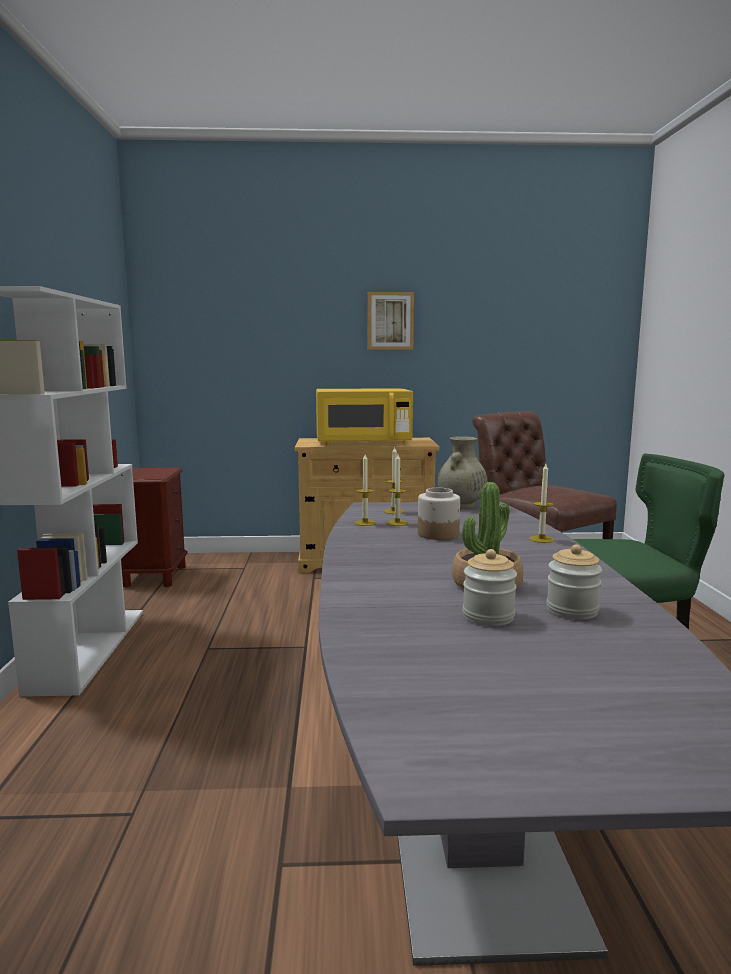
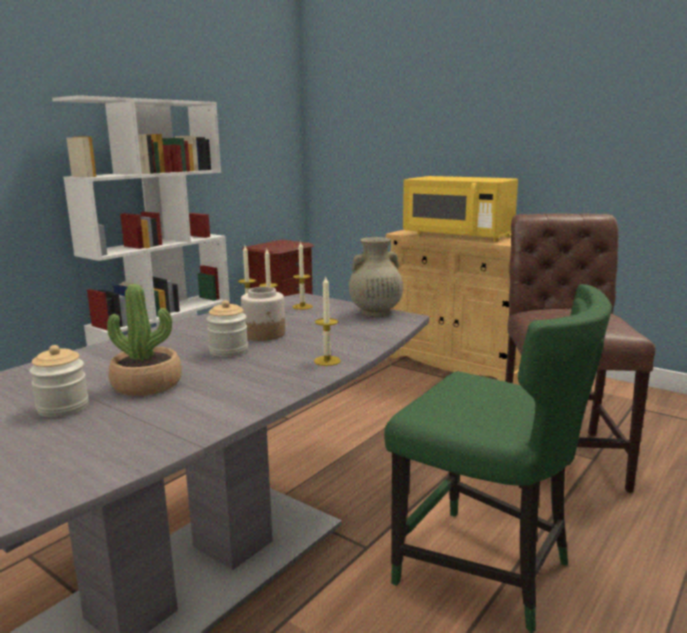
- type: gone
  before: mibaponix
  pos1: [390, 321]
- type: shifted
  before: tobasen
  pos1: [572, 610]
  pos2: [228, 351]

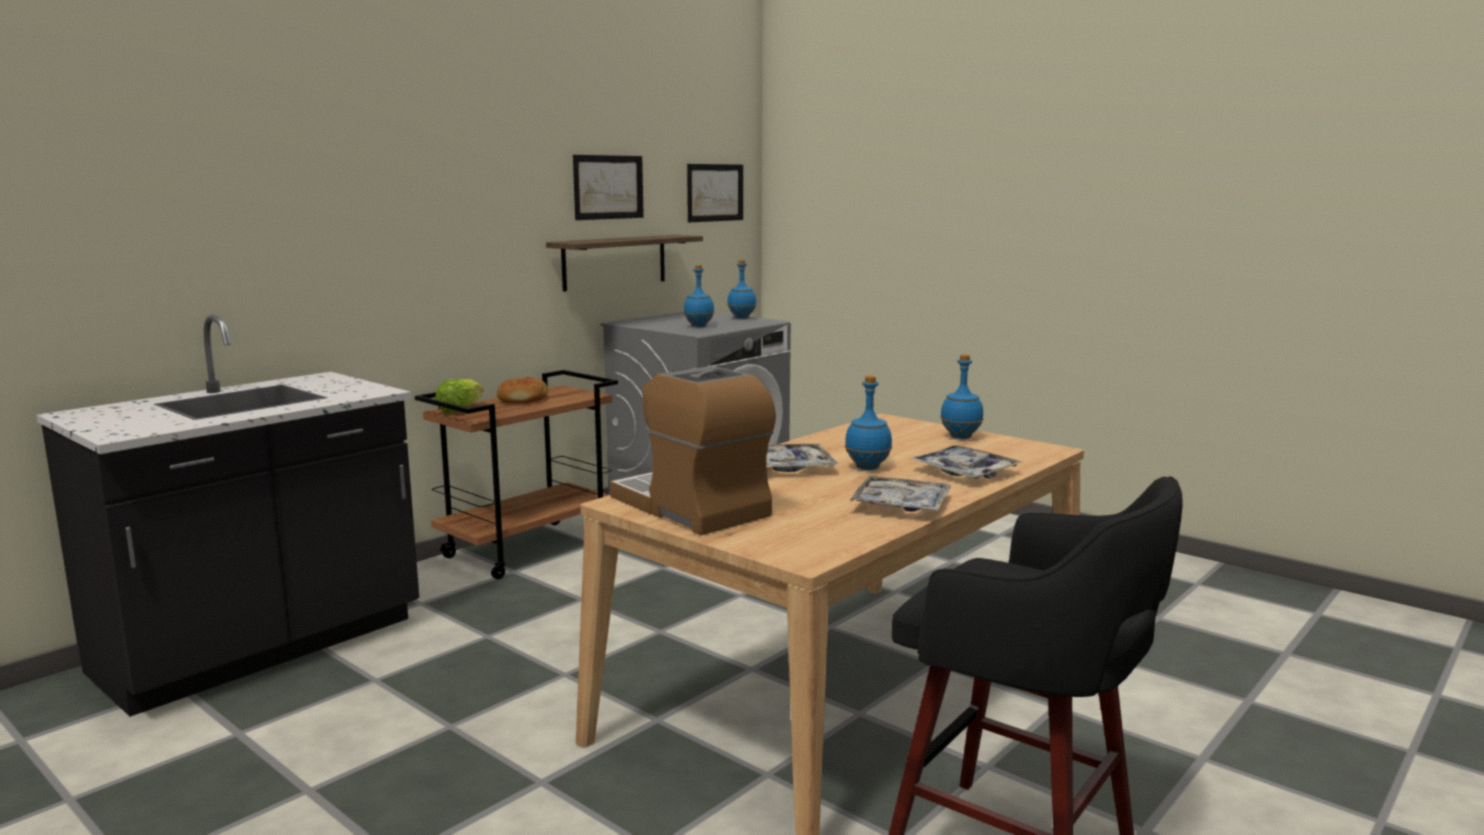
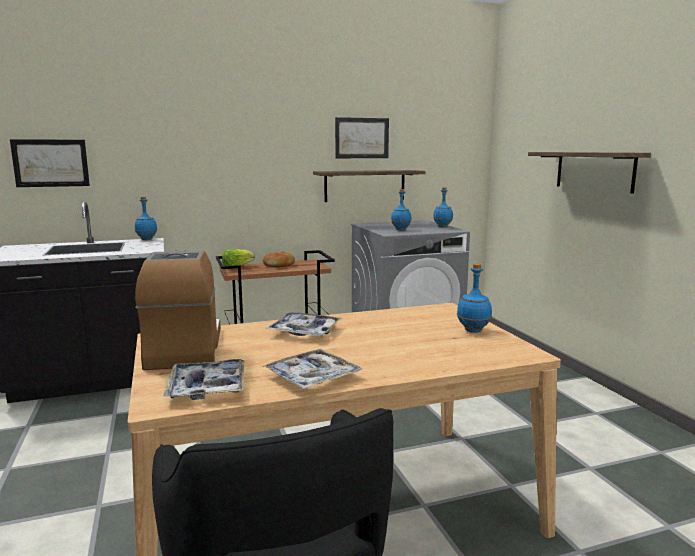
- type: shifted
  before: mibaponix
  pos1: [715, 192]
  pos2: [51, 163]
- type: shifted
  before: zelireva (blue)
  pos1: [868, 468]
  pos2: [146, 239]
- type: shifted
  before: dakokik
  pos1: [964, 472]
  pos2: [207, 387]
- type: new
  after: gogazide
  pos2: [594, 171]

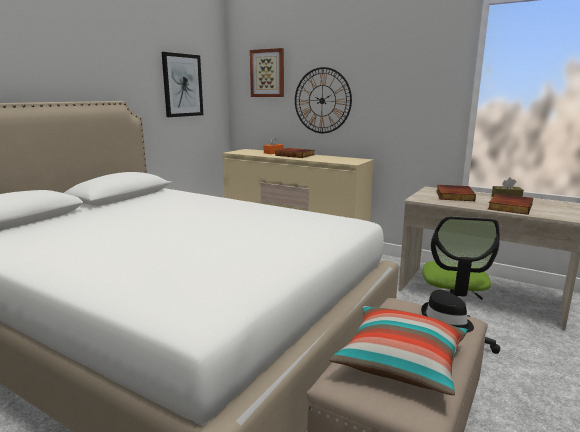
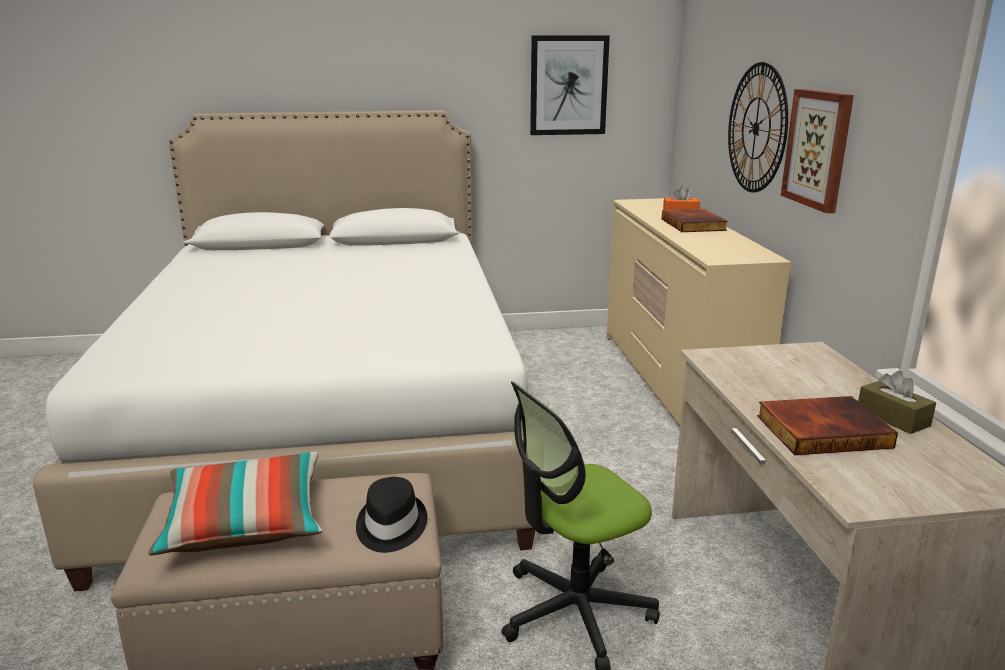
- type: shifted
  before: mibaponix
  pos1: [267, 73]
  pos2: [818, 149]
- type: gone
  before: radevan
  pos1: [453, 195]

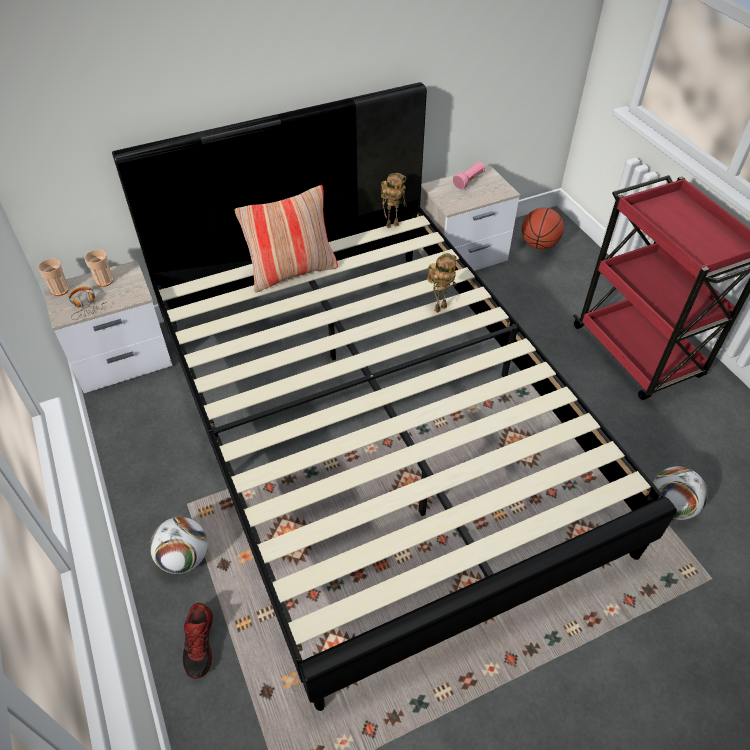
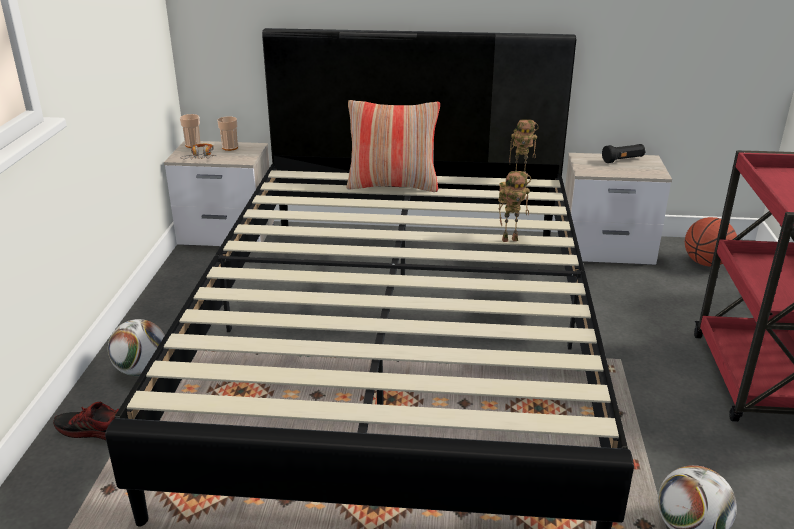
- type: rotated
  before: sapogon
  pos1: [200, 643]
  pos2: [93, 431]
  turn: 75
- type: repainted
  before: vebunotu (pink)
  after: vebunotu (black)
  pos1: [469, 181]
  pos2: [623, 160]

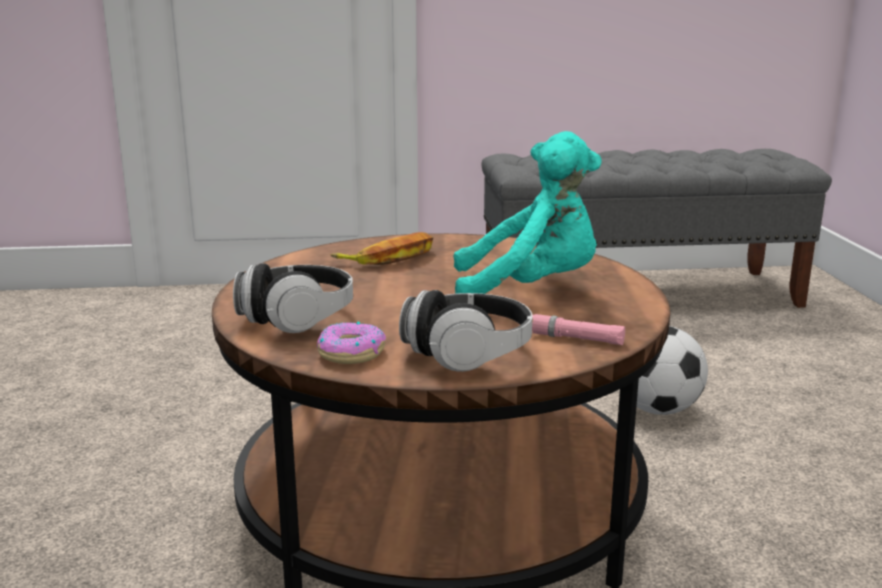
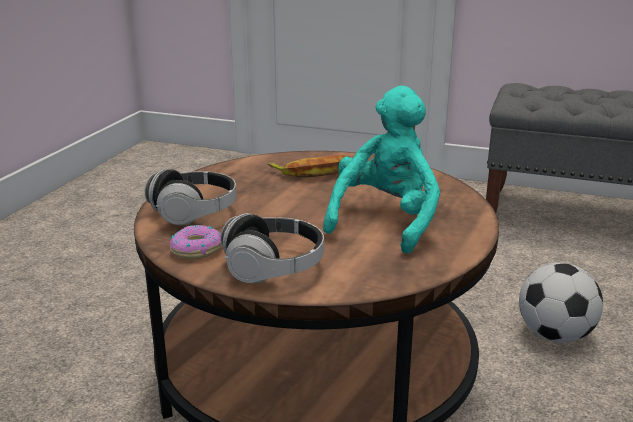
- type: rotated
  before: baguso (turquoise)
  pos1: [530, 290]
  pos2: [385, 221]
  turn: -90
- type: gone
  before: vebunotu (pink)
  pos1: [576, 338]

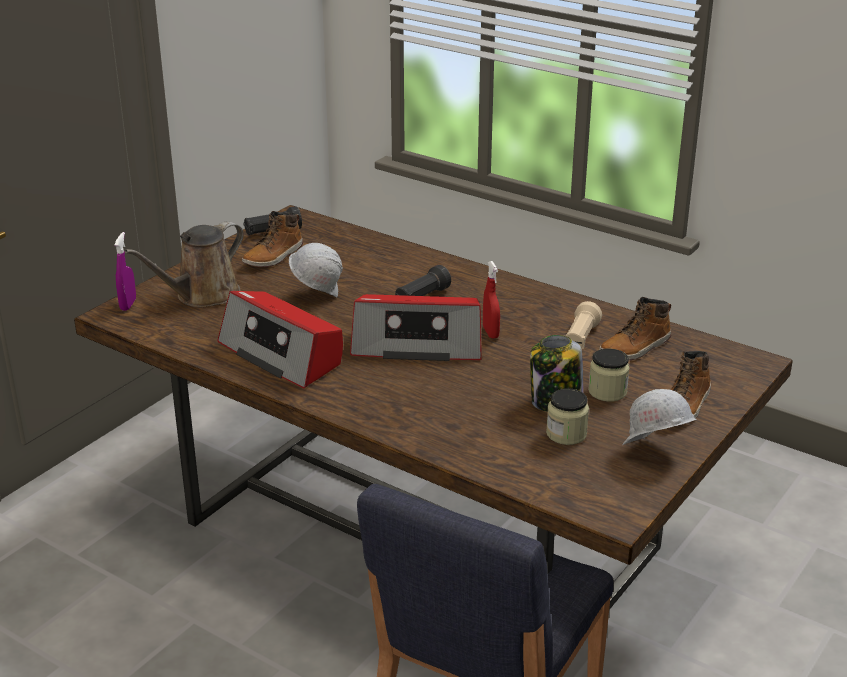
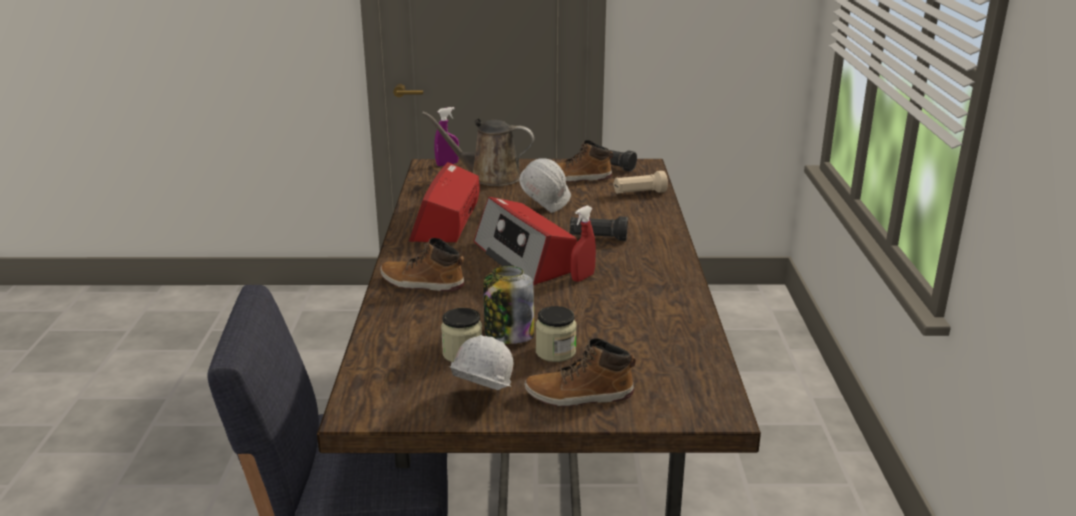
- type: shifted
  before: vebunotu (beige)
  pos1: [580, 339]
  pos2: [639, 193]
- type: shifted
  before: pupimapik
  pos1: [636, 348]
  pos2: [422, 283]

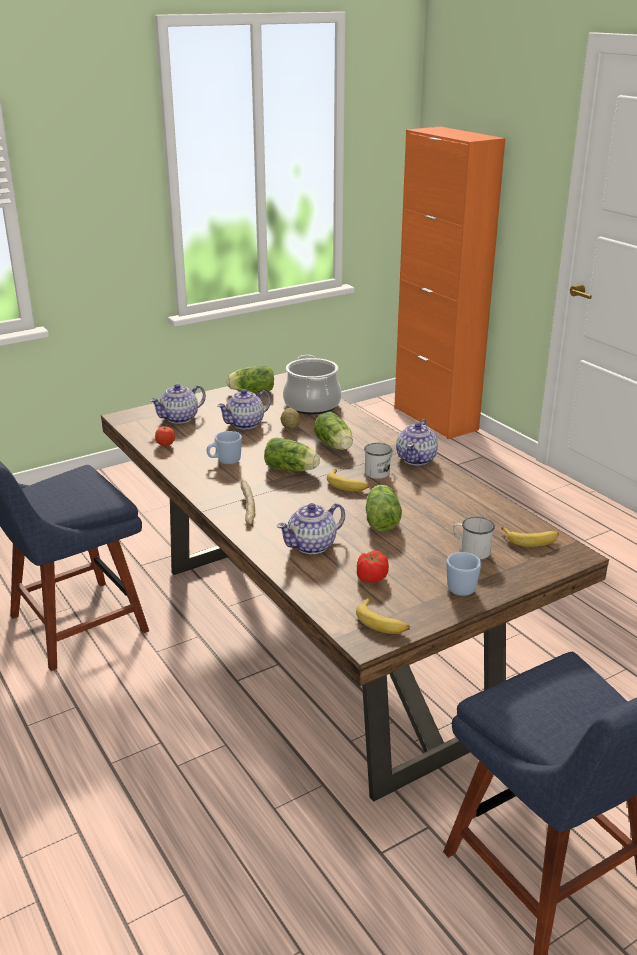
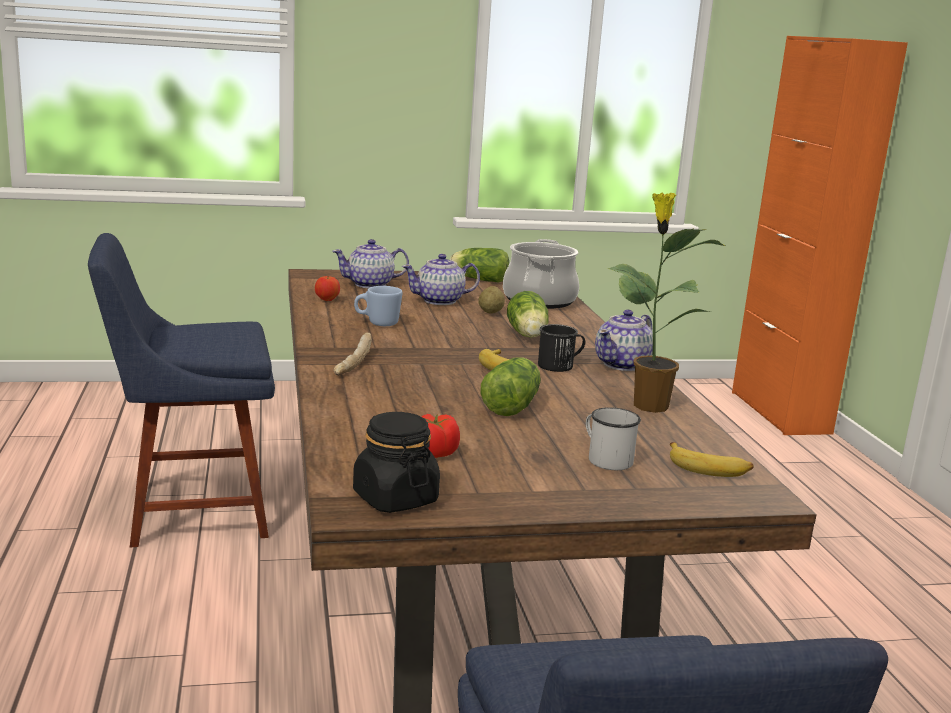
- type: gone
  before: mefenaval
  pos1: [292, 469]
- type: gone
  before: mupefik
  pos1: [312, 545]
- type: swapped
  before: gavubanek
  after: tobasen (black)
  pos1: [382, 622]
  pos2: [395, 498]
- type: repainted
  before: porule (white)
  after: porule (black)
  pos1: [380, 471]
  pos2: [560, 365]
- type: gone
  before: porule (blue)
  pos1: [460, 586]
- type: new
  after: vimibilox
  pos2: [648, 405]

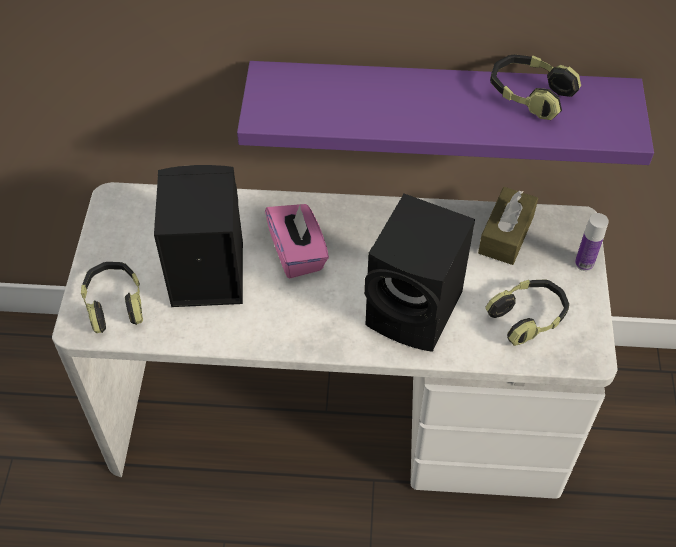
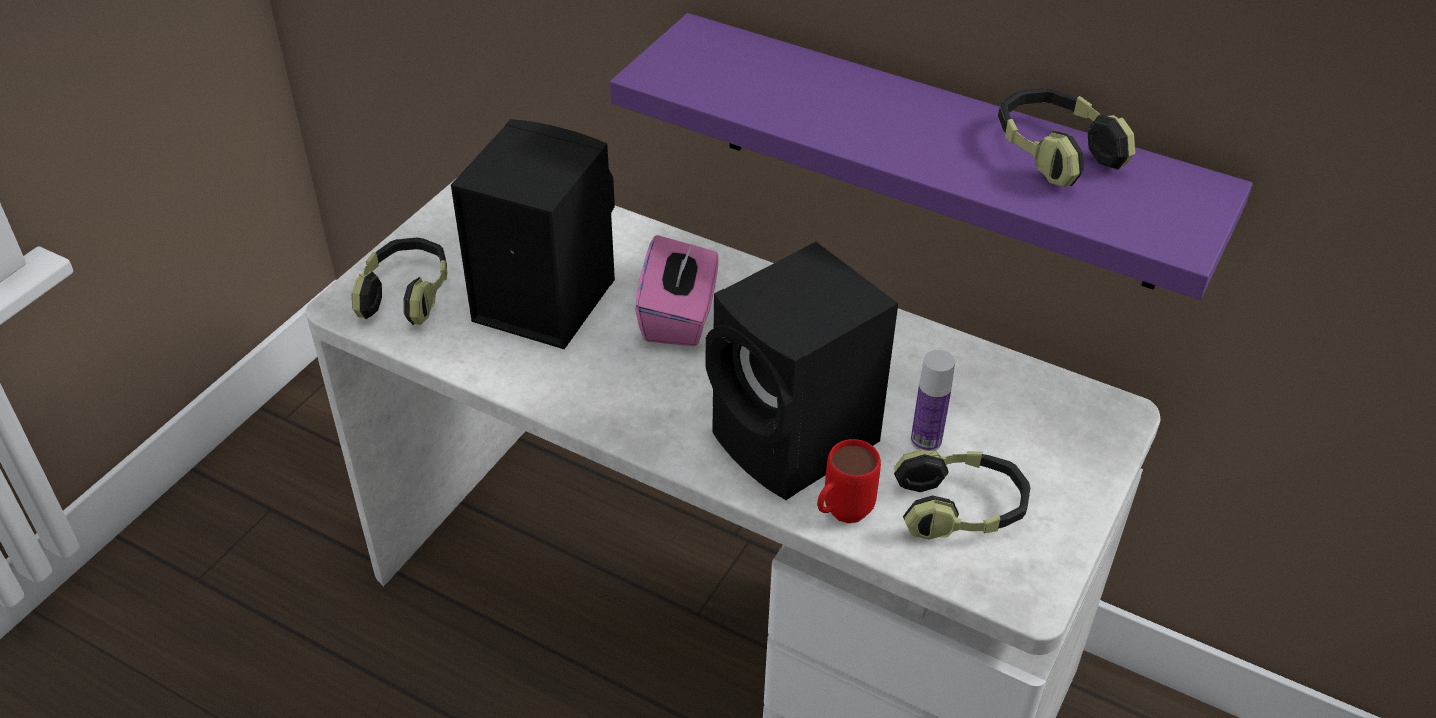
- type: gone
  before: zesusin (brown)
  pos1: [506, 234]
- type: shifted
  before: zelireva
  pos1: [584, 263]
  pos2: [926, 441]
- type: new
  after: porule (red)
  pos2: [840, 515]

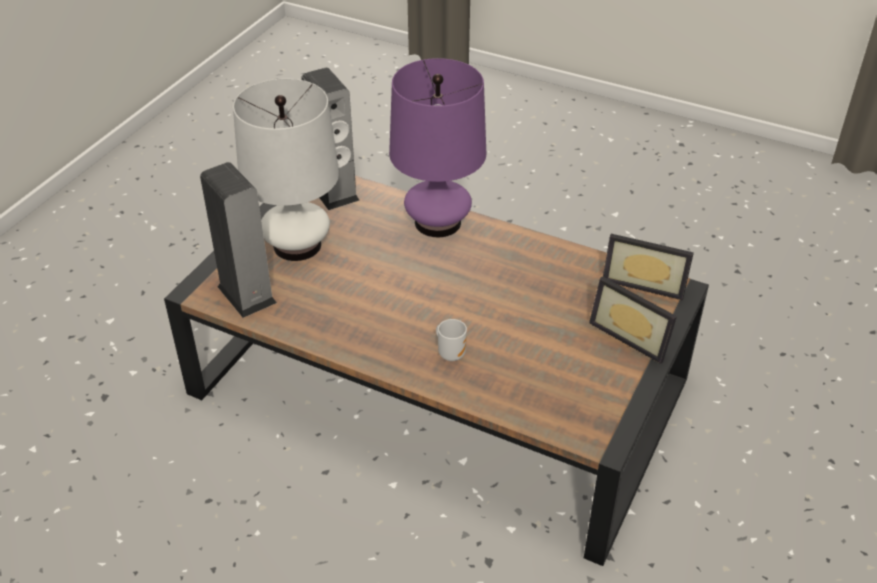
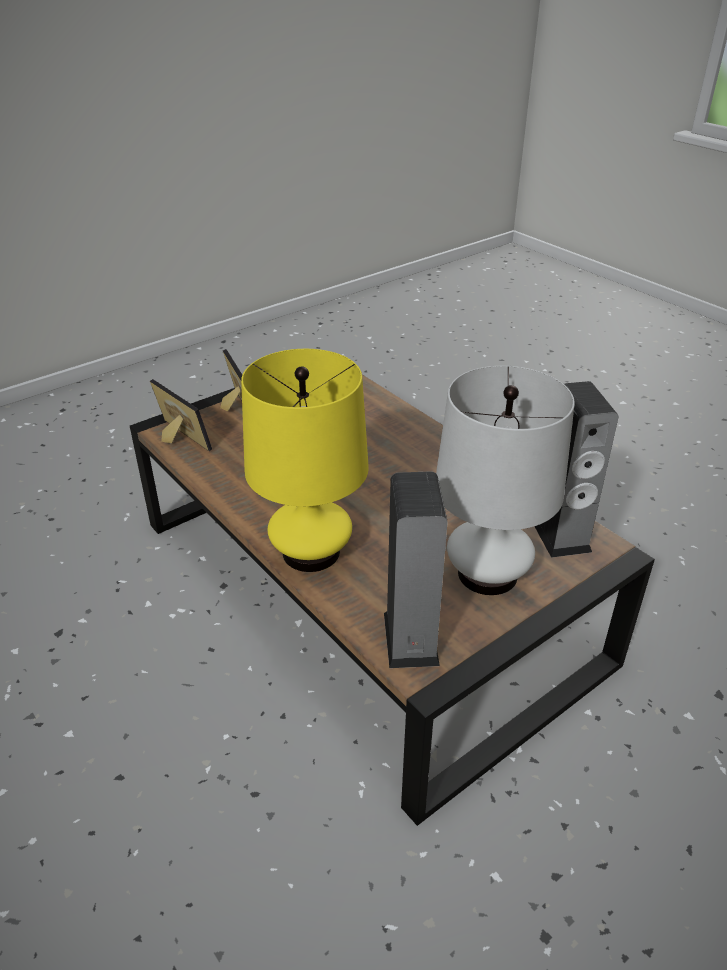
- type: repainted
  before: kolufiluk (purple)
  after: kolufiluk (yellow)
  pos1: [437, 222]
  pos2: [311, 552]
- type: gone
  before: porule
  pos1: [451, 353]

